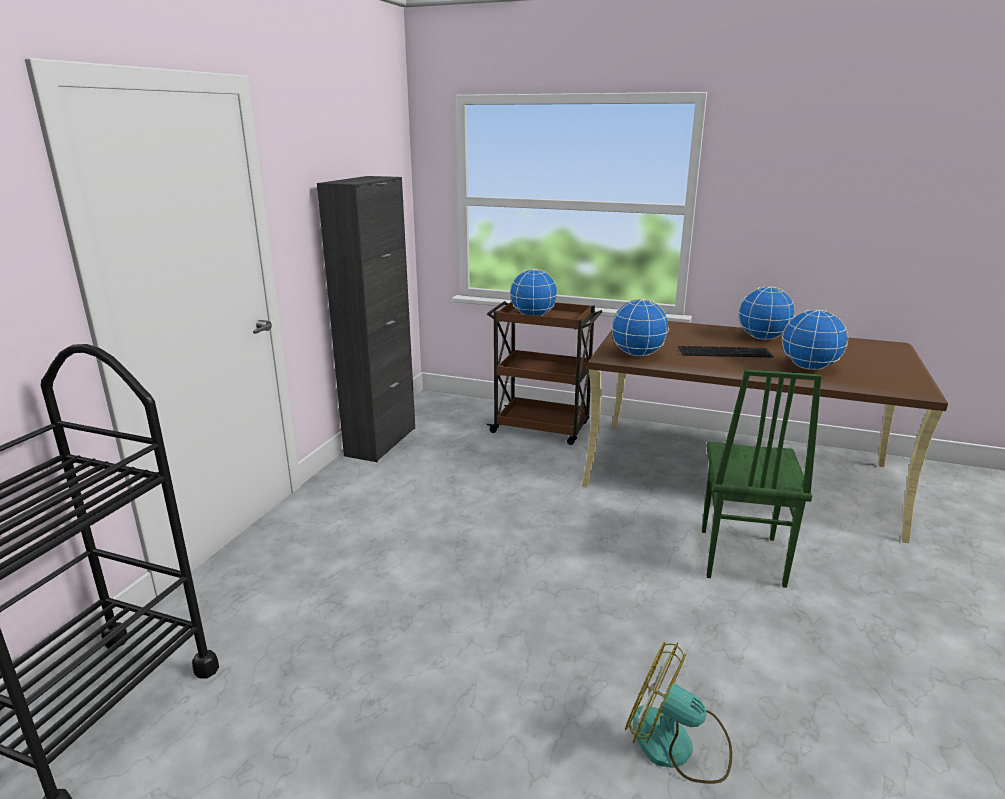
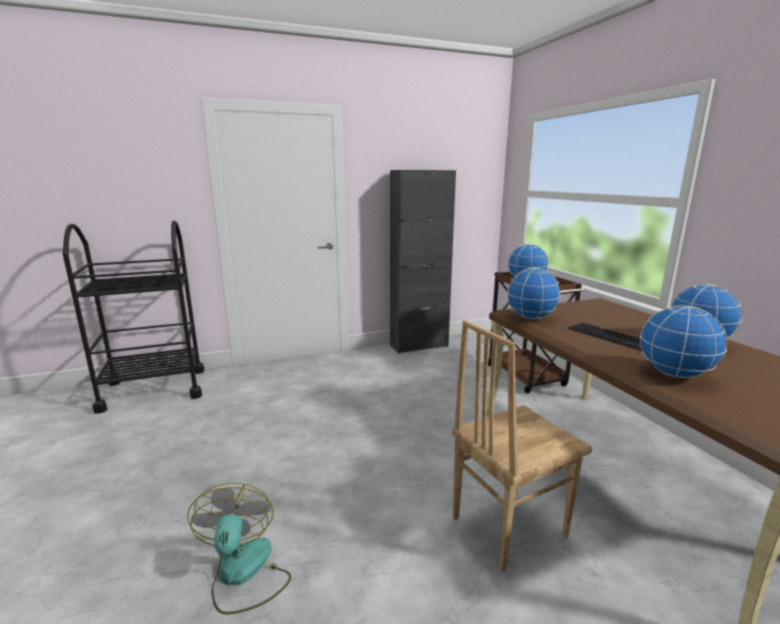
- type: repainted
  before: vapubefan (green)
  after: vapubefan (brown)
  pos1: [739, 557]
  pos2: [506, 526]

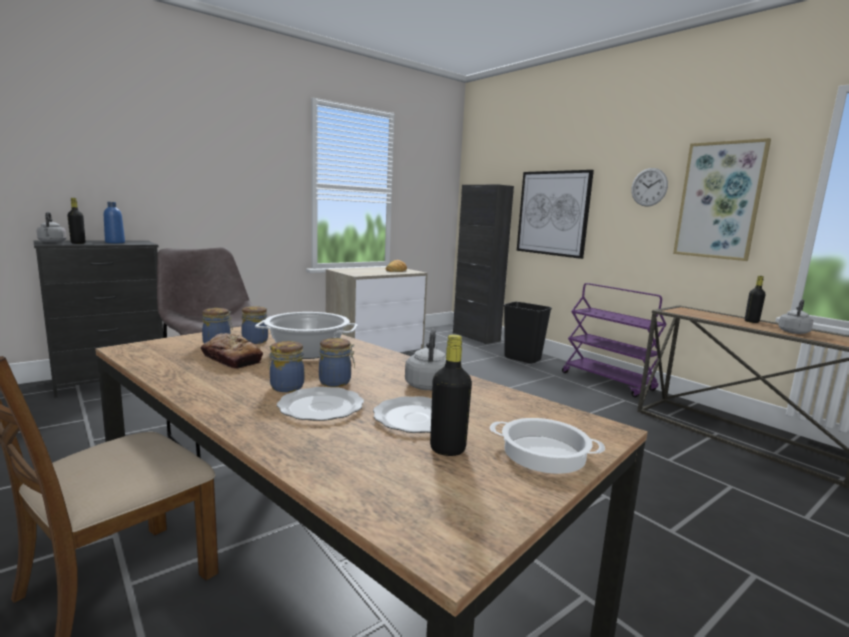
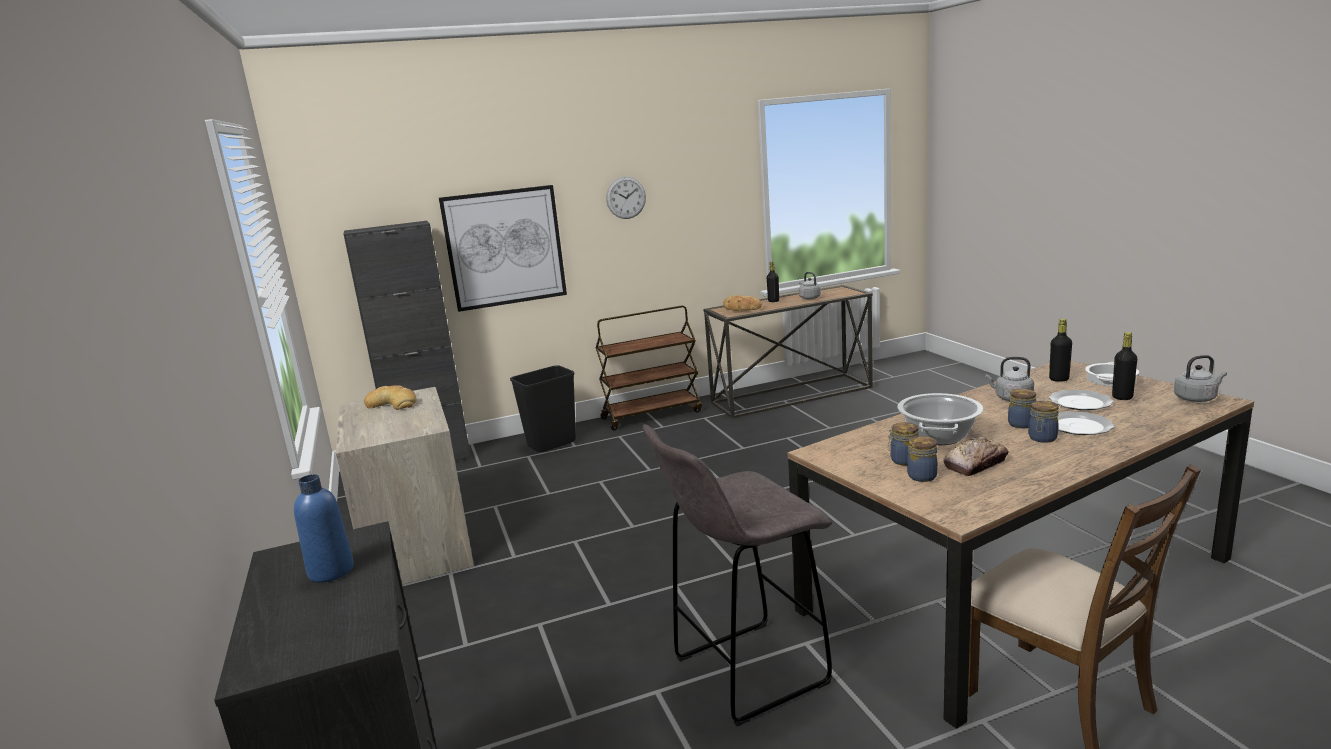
- type: shifted
  before: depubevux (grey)
  pos1: [52, 242]
  pos2: [1196, 398]
- type: shifted
  before: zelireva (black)
  pos1: [78, 243]
  pos2: [1059, 379]
- type: repainted
  before: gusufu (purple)
  after: gusufu (brown)
  pos1: [608, 381]
  pos2: [652, 415]
- type: gone
  before: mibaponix
  pos1: [719, 200]
- type: new
  after: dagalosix
  pos2: [741, 308]

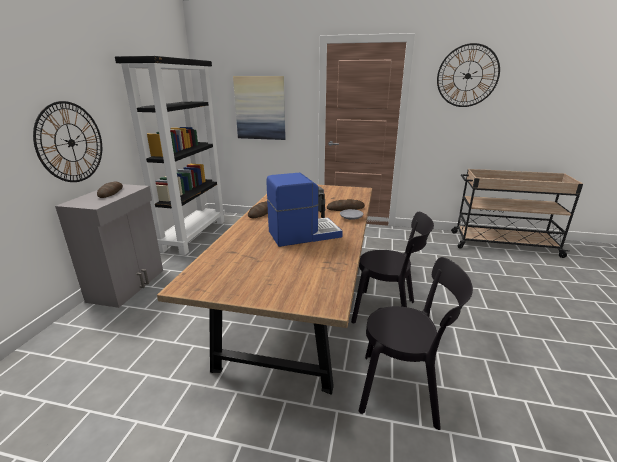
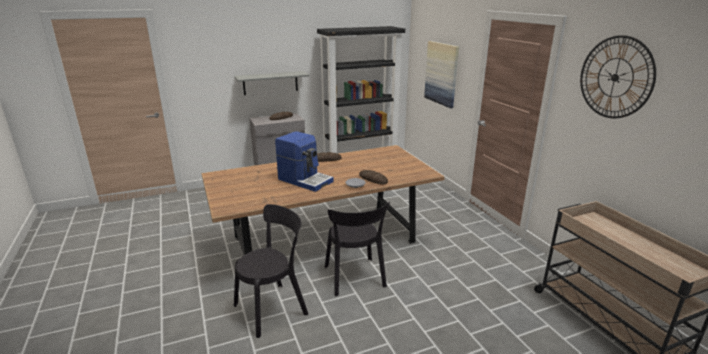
- type: swapped
  before: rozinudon
  after: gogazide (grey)
  pos1: [71, 142]
  pos2: [270, 83]
- type: rotated
  before: vapubefan (black)
  pos1: [404, 389]
  pos2: [274, 308]
  turn: -105

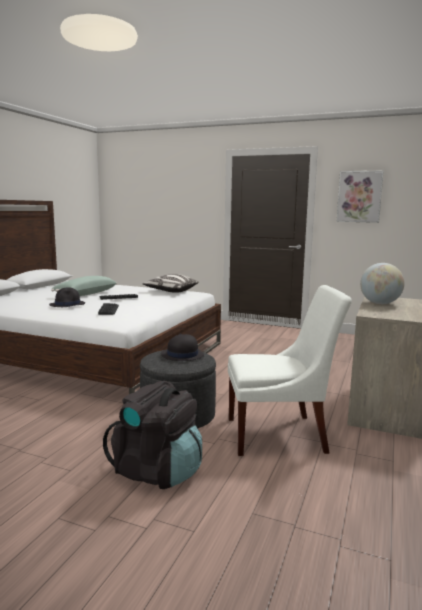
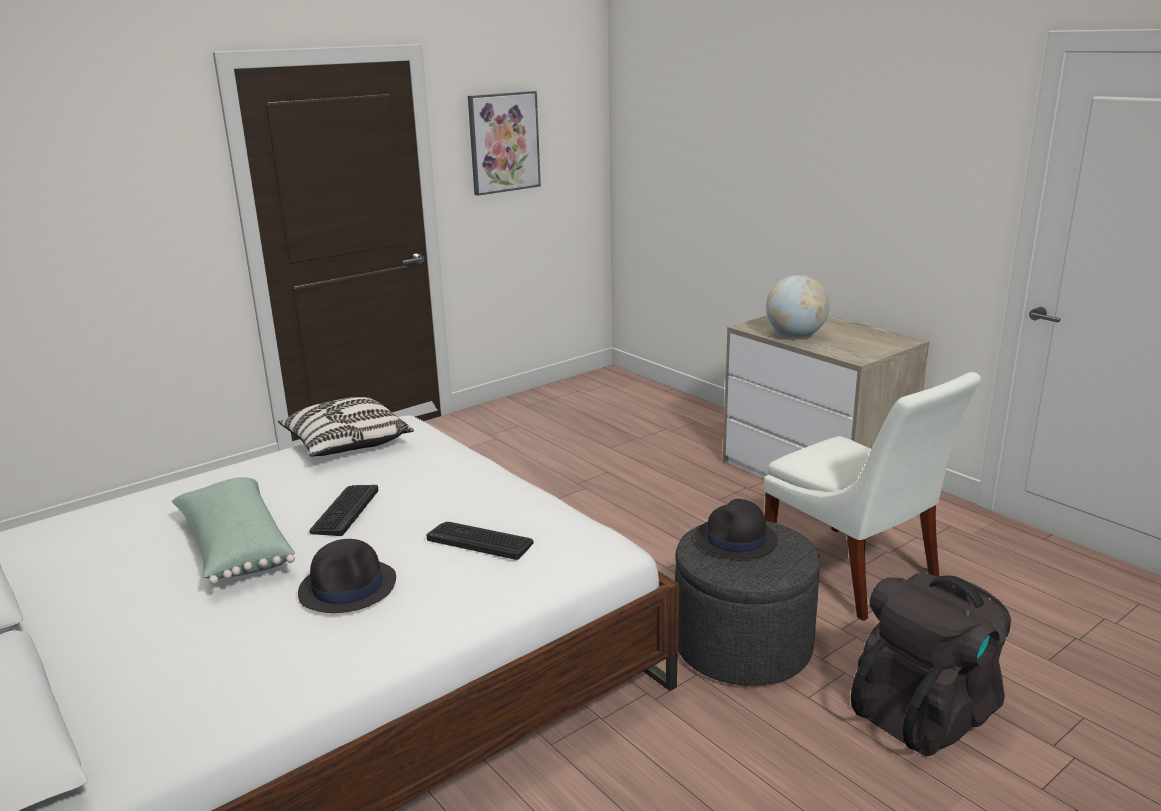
- type: rotated
  before: vapubefan (white)
  pos1: [280, 435]
  pos2: [854, 574]
  turn: 120

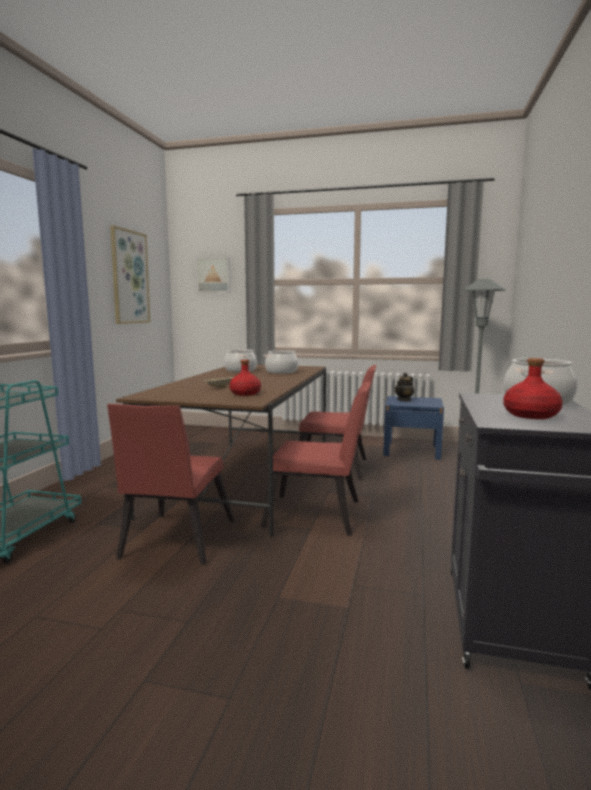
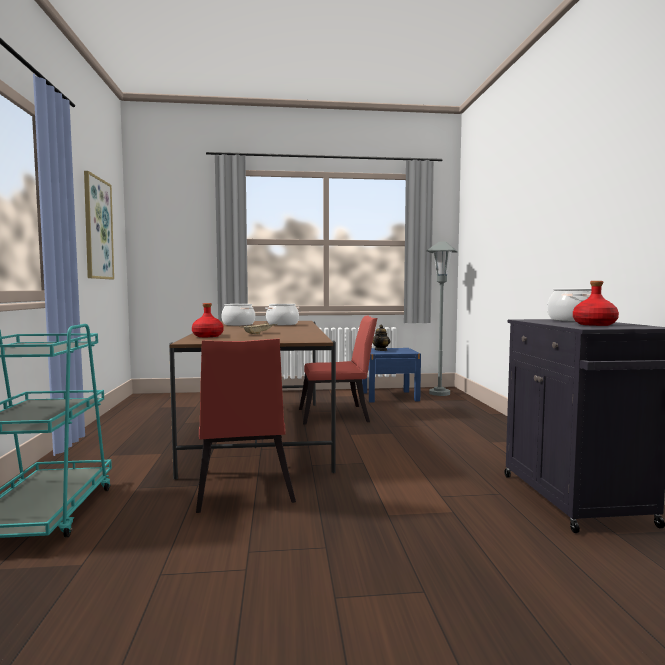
- type: gone
  before: mibaponix
  pos1: [214, 275]
- type: shifted
  before: zelireva (red)
  pos1: [245, 393]
  pos2: [207, 336]
- type: gone
  before: vapubefan (red)
  pos1: [319, 515]

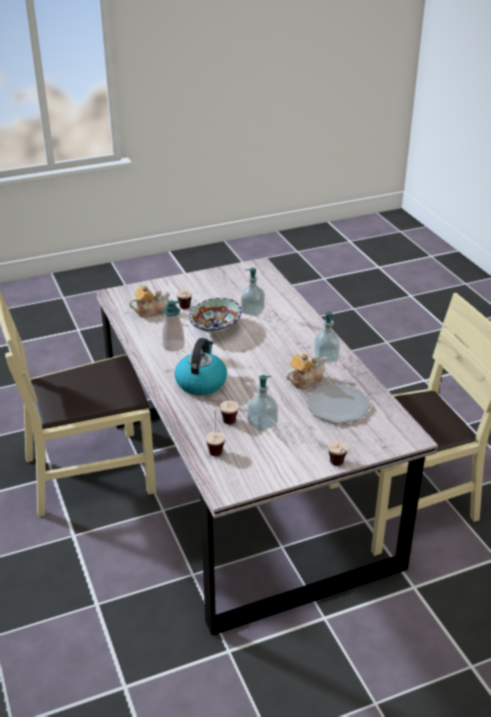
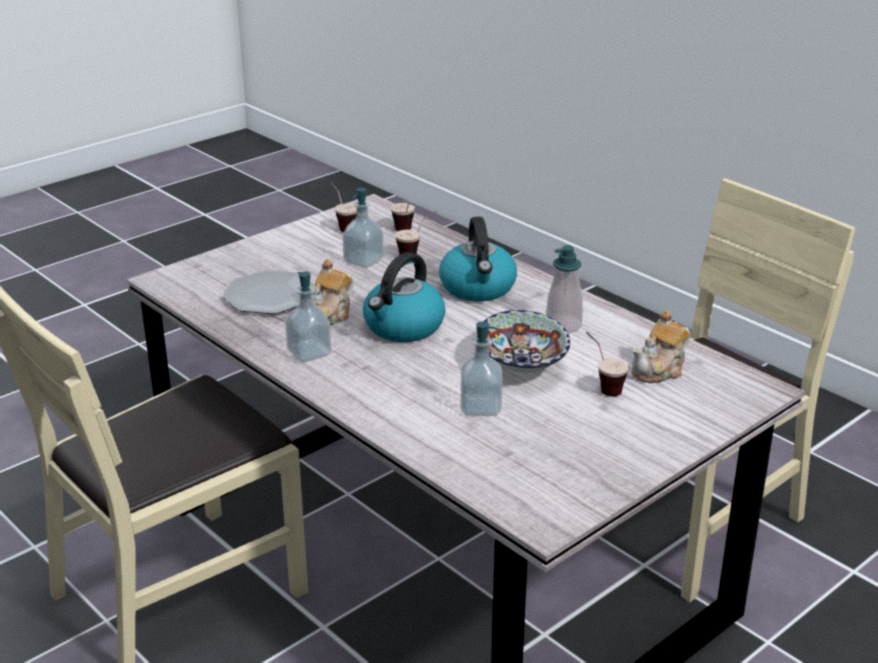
- type: shifted
  before: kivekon
  pos1: [339, 467]
  pos2: [343, 226]
- type: new
  after: depubevux
  pos2: [403, 327]

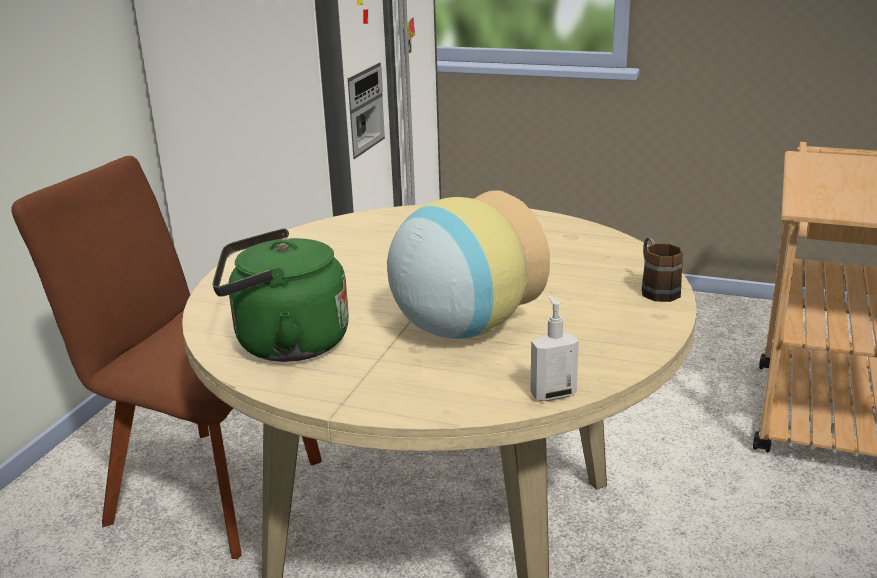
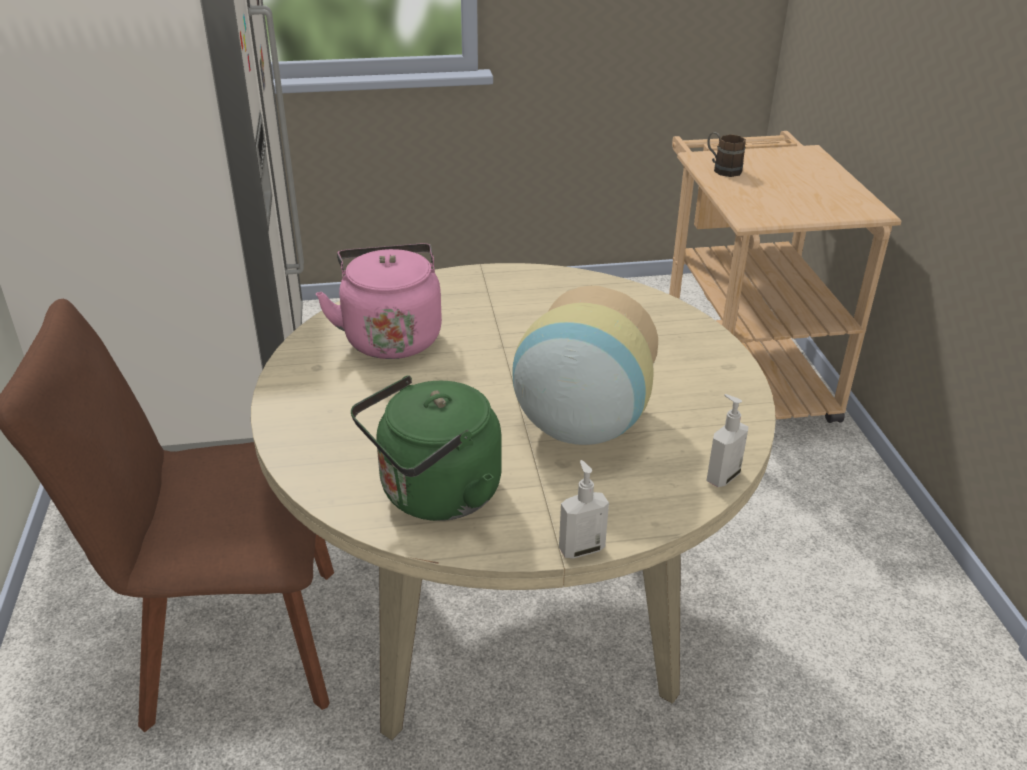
- type: shifted
  before: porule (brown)
  pos1: [656, 289]
  pos2: [722, 169]
- type: new
  after: depubevux (pink)
  pos2: [391, 336]
- type: new
  after: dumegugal
  pos2: [581, 548]

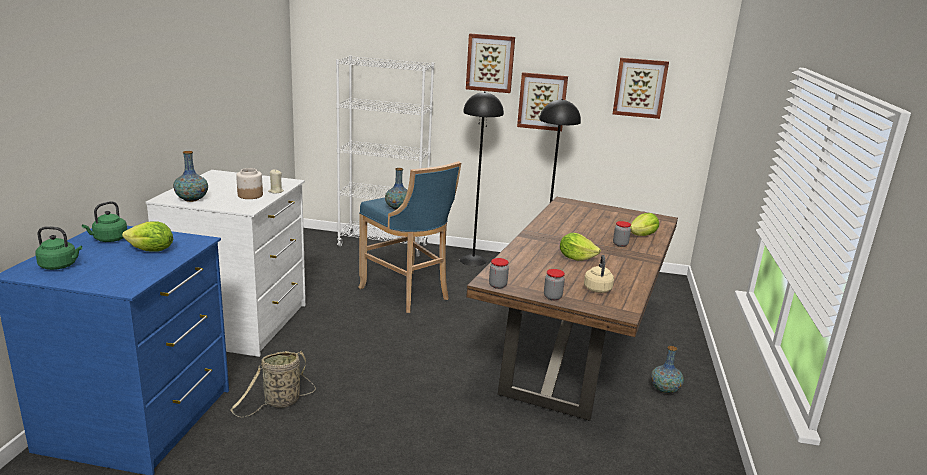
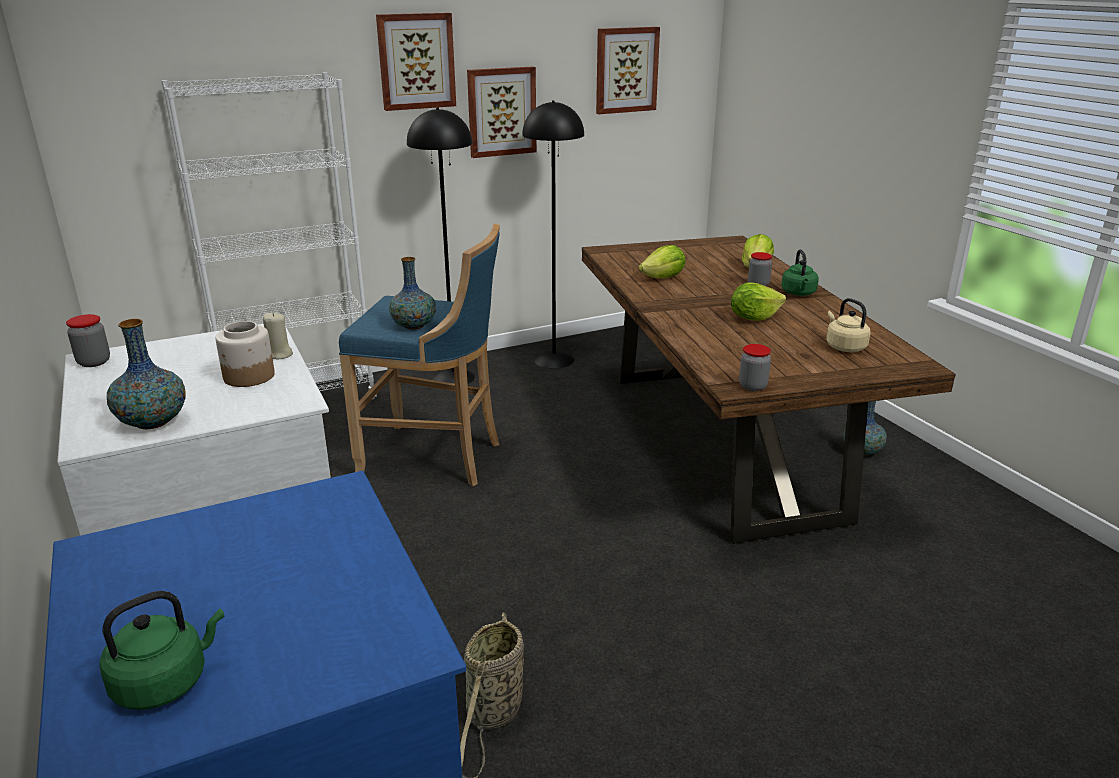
- type: shifted
  before: depubevux (green)
  pos1: [109, 239]
  pos2: [798, 293]
- type: shifted
  before: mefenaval
  pos1: [151, 251]
  pos2: [663, 278]
- type: shifted
  before: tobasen
  pos1: [552, 297]
  pos2: [94, 362]

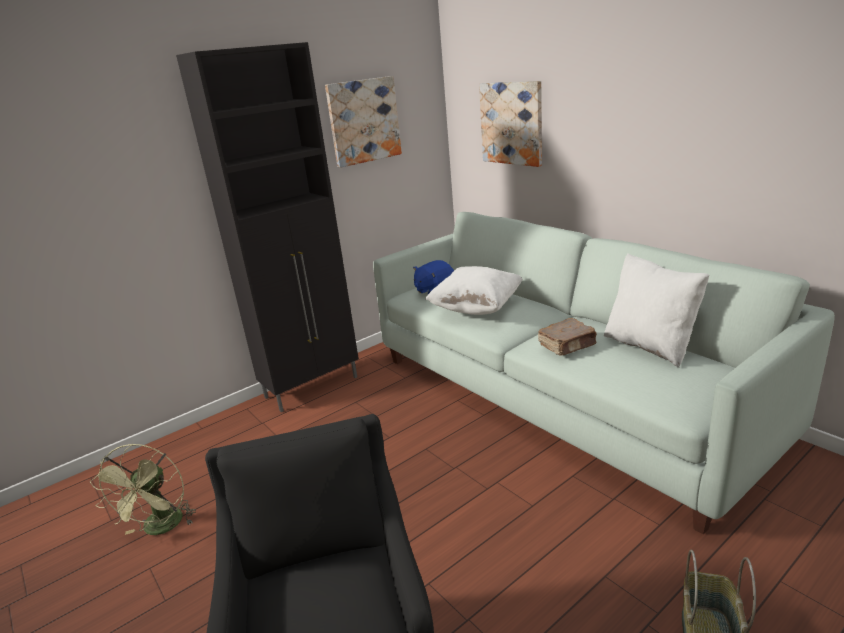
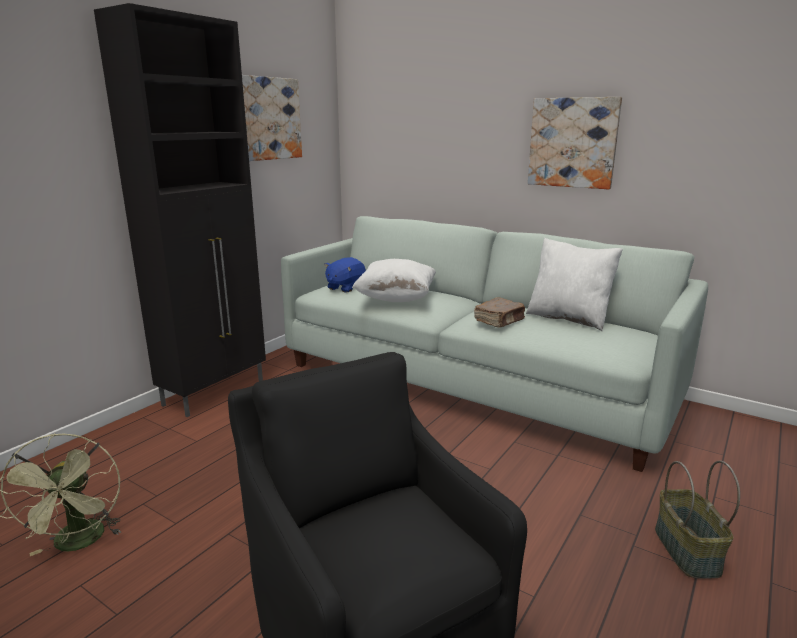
- type: shifted
  before: mibaponix
  pos1: [512, 123]
  pos2: [573, 143]

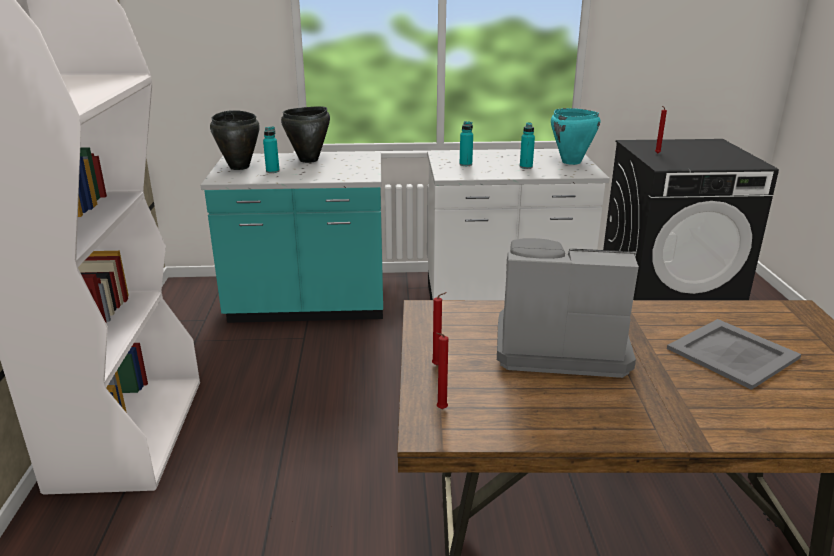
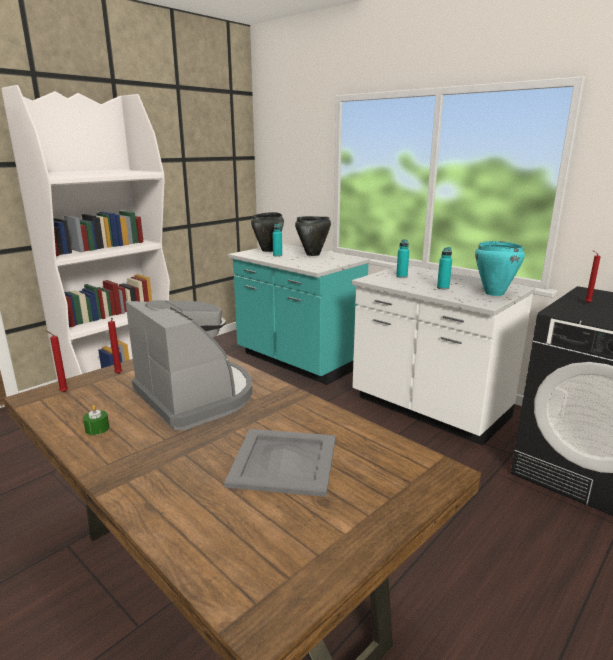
- type: new
  after: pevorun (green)
  pos2: [97, 428]

